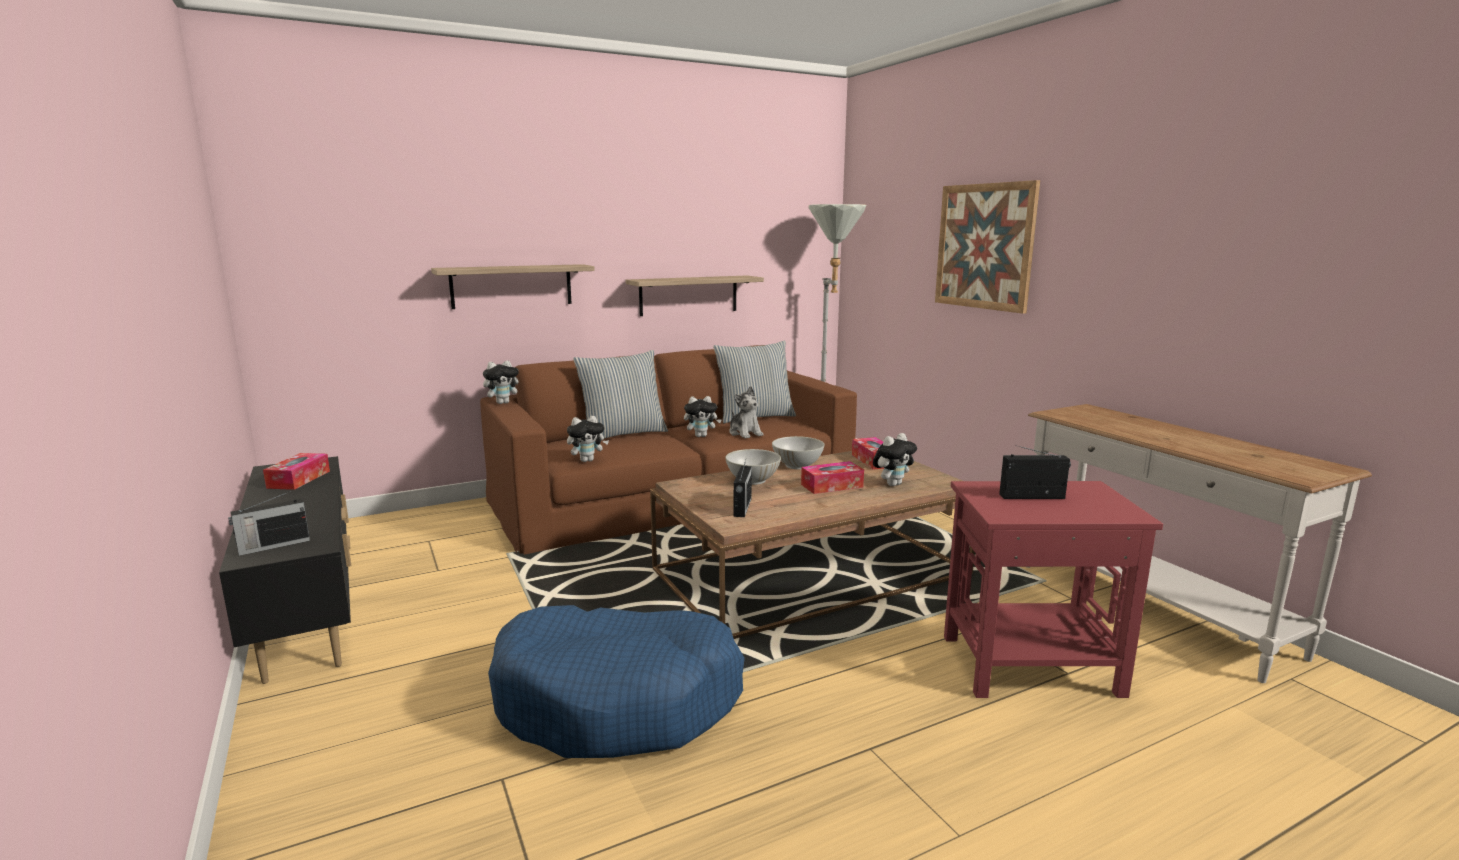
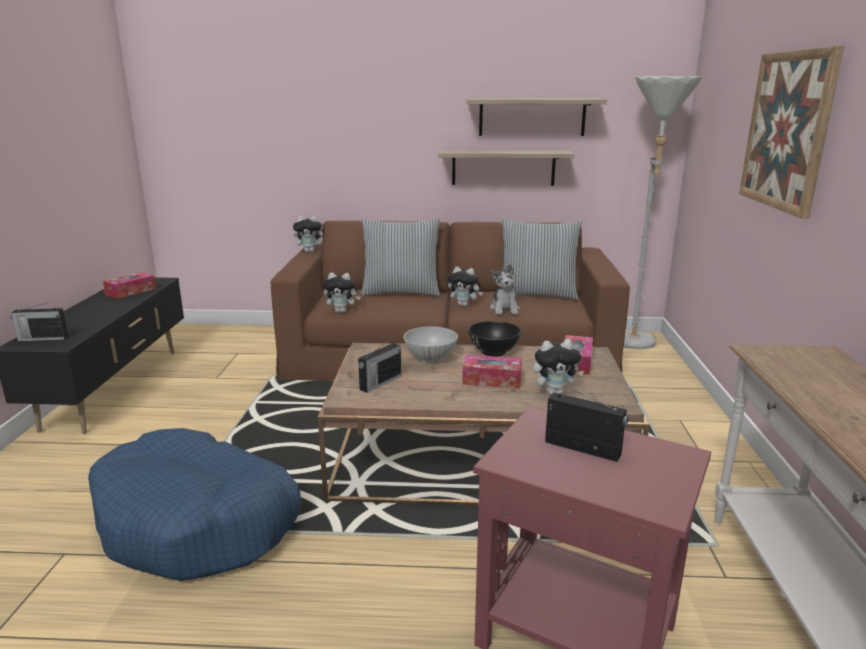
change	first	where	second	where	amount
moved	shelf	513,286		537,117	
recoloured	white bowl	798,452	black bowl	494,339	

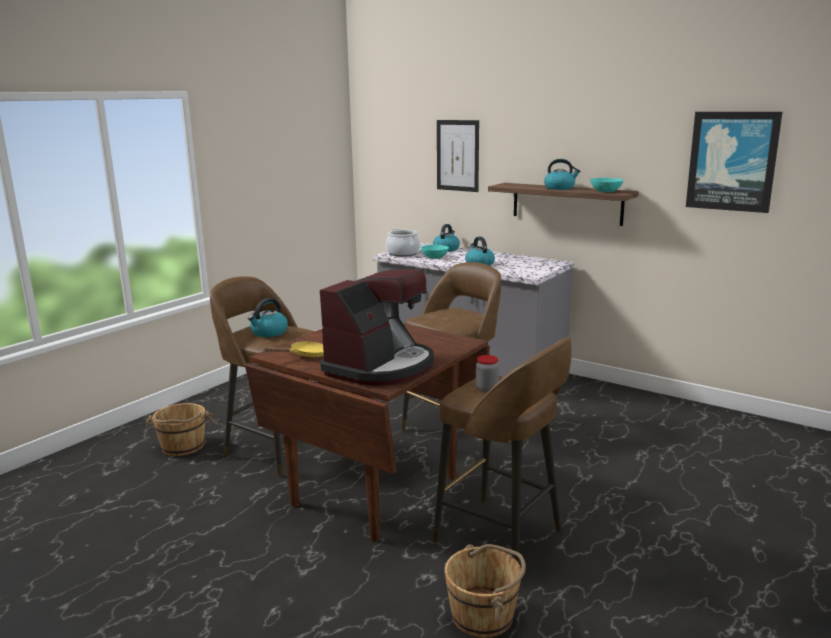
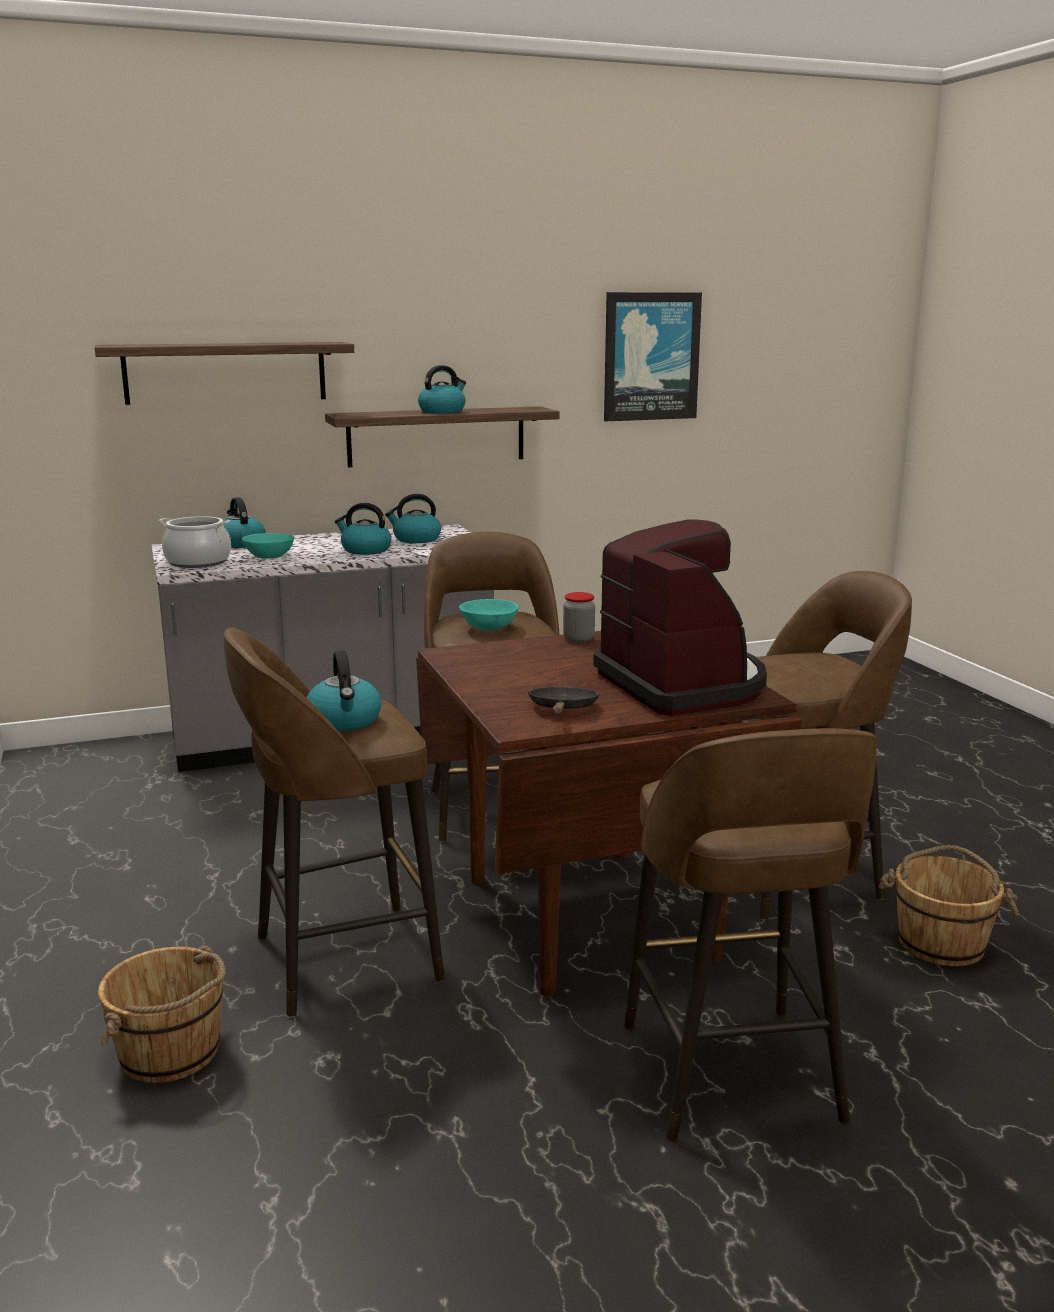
change	first	where	second	where	amount
replaced	picture	458,156	shelf	224,373	
added			kettle	413,518	
moved	turquoise bowl	606,185		488,615	
recoloured	yellow frying pan	294,349	black frying pan	564,700	
moved	jar	487,373		579,617	
added			brown stool	750,935	

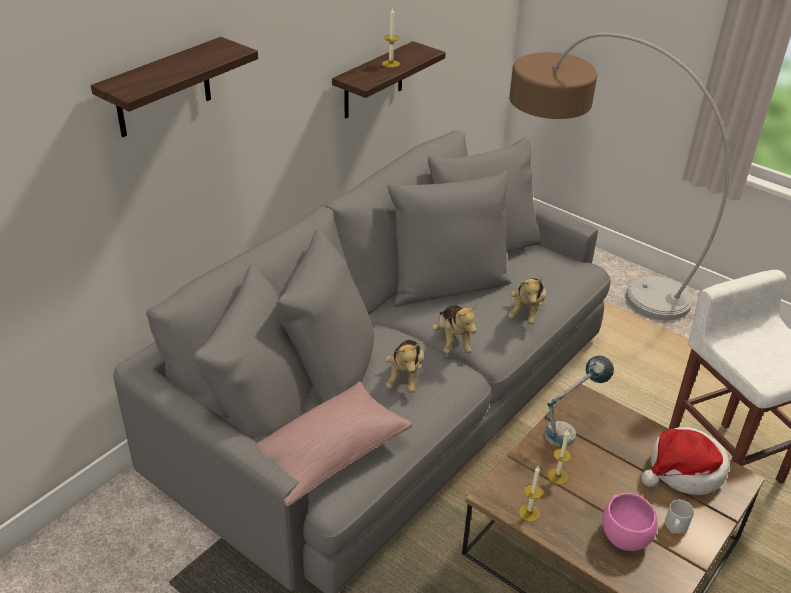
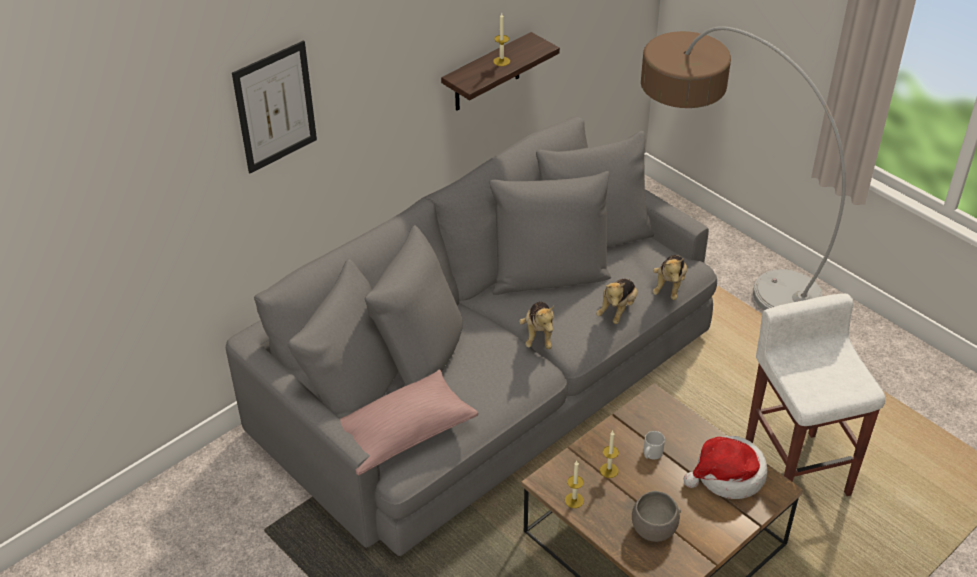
change	first	where	second	where	amount
replaced	shelf	174,87	picture	274,107	
recoloured	pink bowl	630,522	grey bowl	656,516	
moved	grey mug	679,517		654,445	
moved	plush toy	404,366		669,277	
removed	table lamp	579,401			

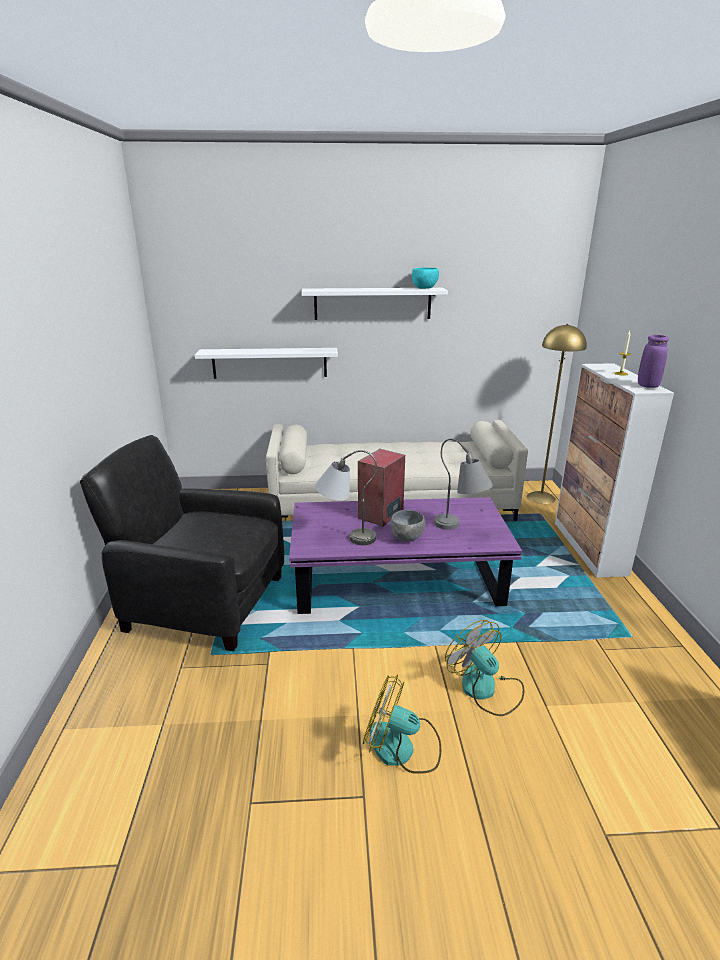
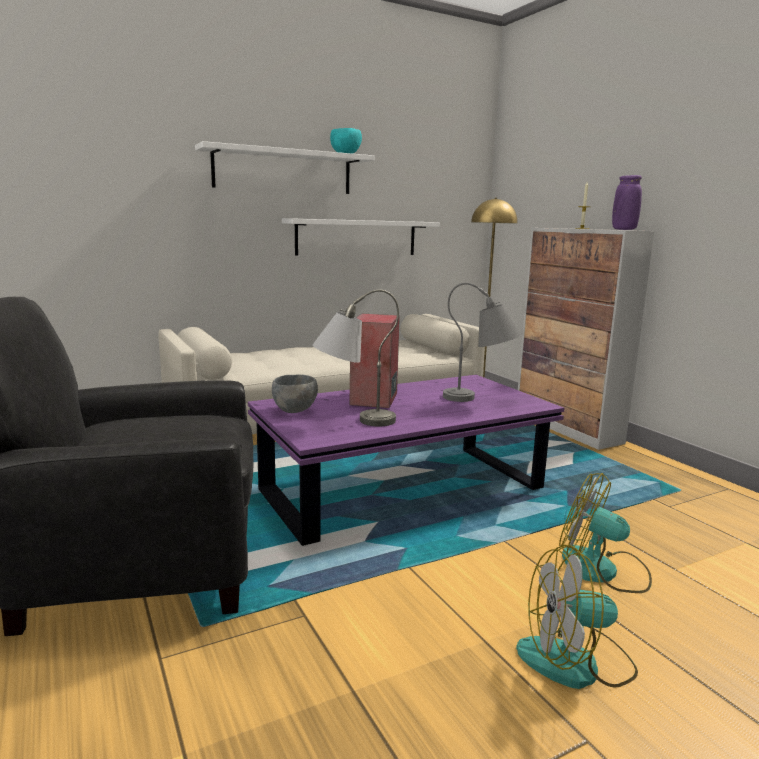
change	first	where	second	where	amount
moved	grey bowl	407,526		295,394	
moved	white shelf	266,363		361,237	

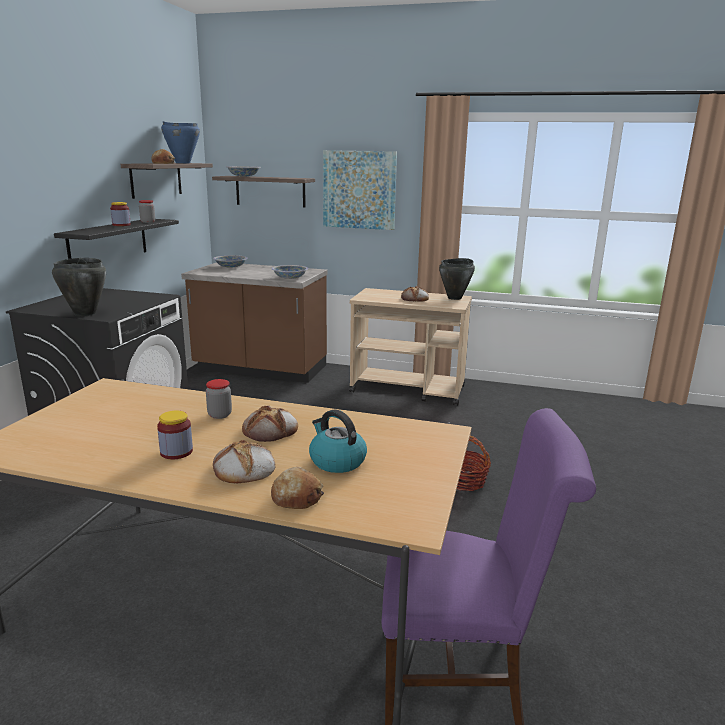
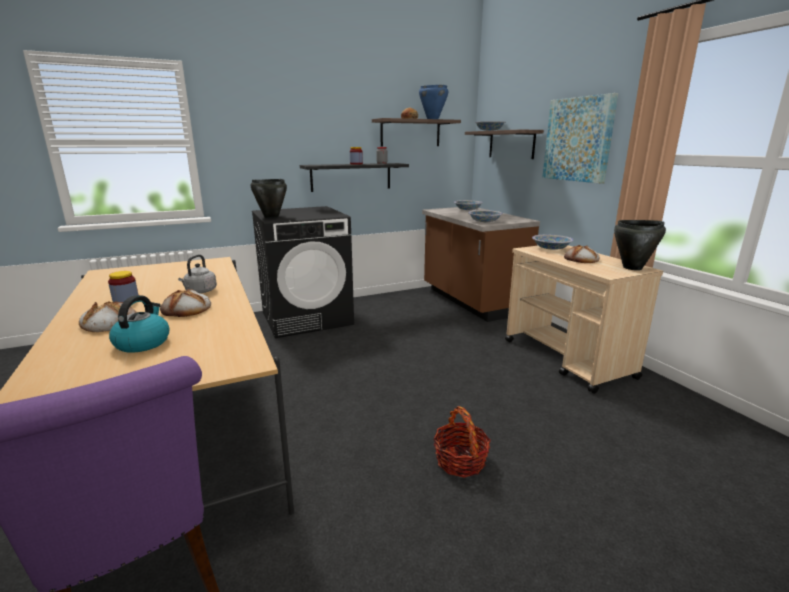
change	first	where	second	where	amount
replaced	jar	219,399	grey kettle	197,273	
added			bowl	552,242	
removed	bread	297,488			

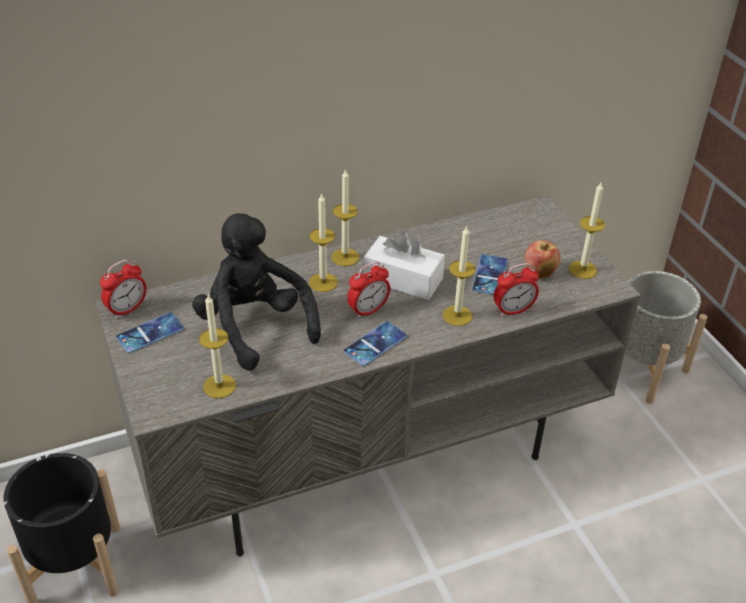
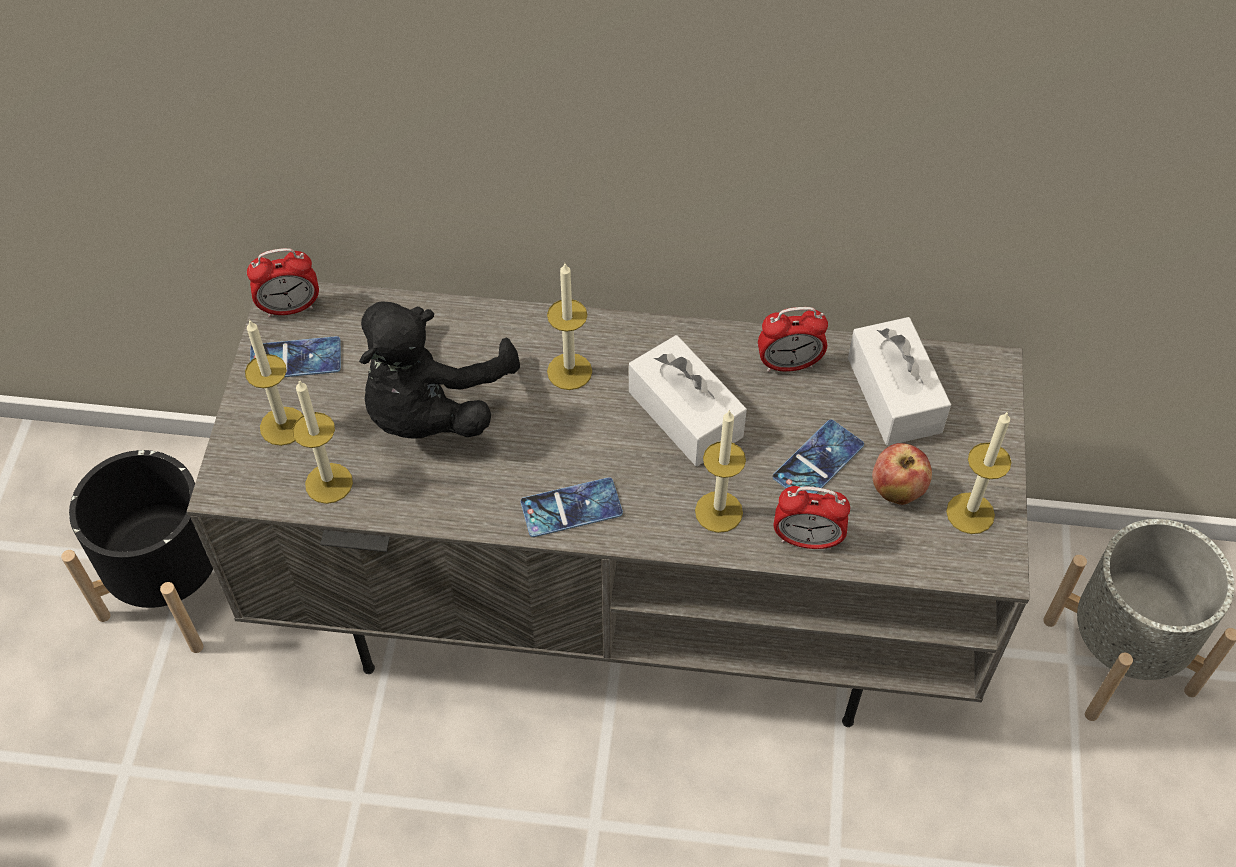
change	first	where	second	where	amount
moved	candle	345,217		274,382	
turned	black plush toy	256,292		439,369	150 degrees counterclockwise
moved	alarm clock	368,290		793,339	
added			white tissue box	899,381	

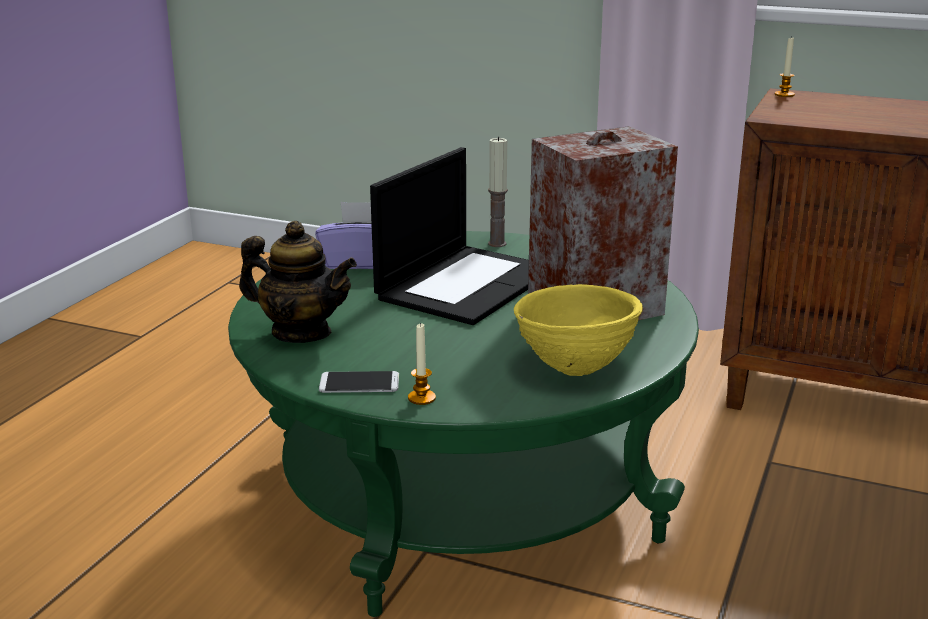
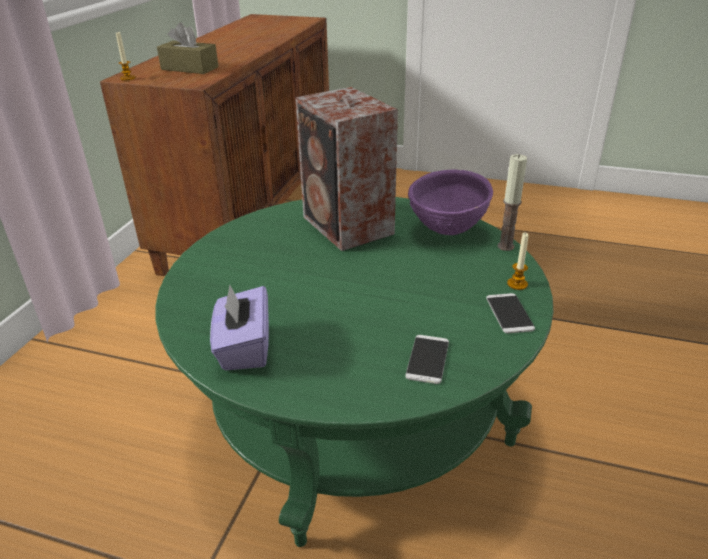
change	first	where	second	where	amount
added			brown tissue box	188,48	
replaced	teapot	298,282	phone	427,359	
recoloured	yellow bowl	578,330	purple bowl	450,202	
moved	candle	498,192		512,202	
removed	laptop	449,236			

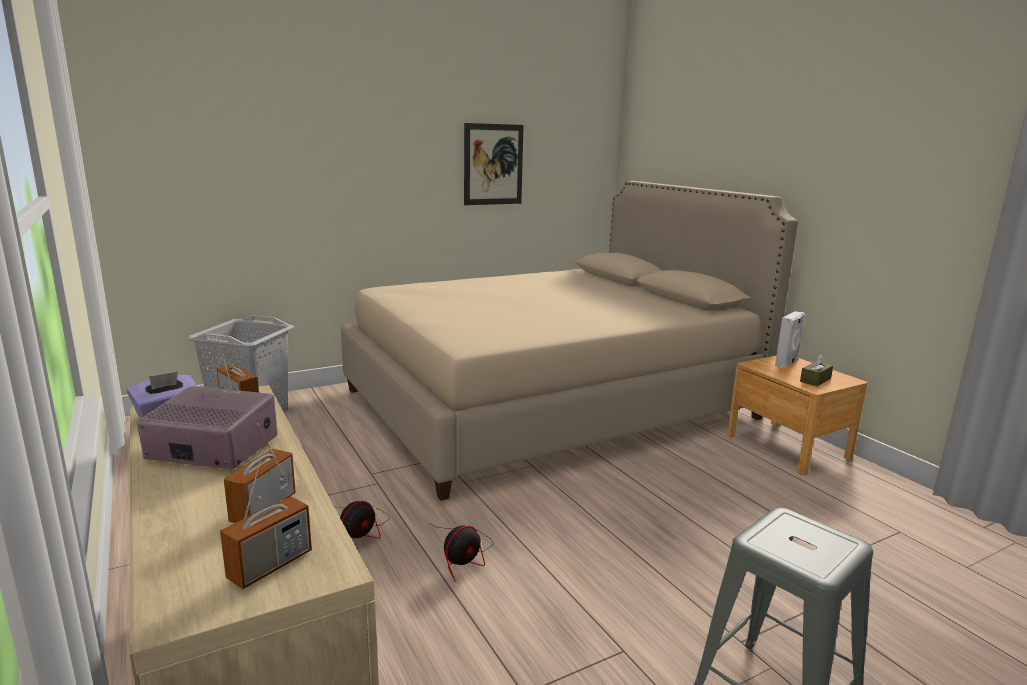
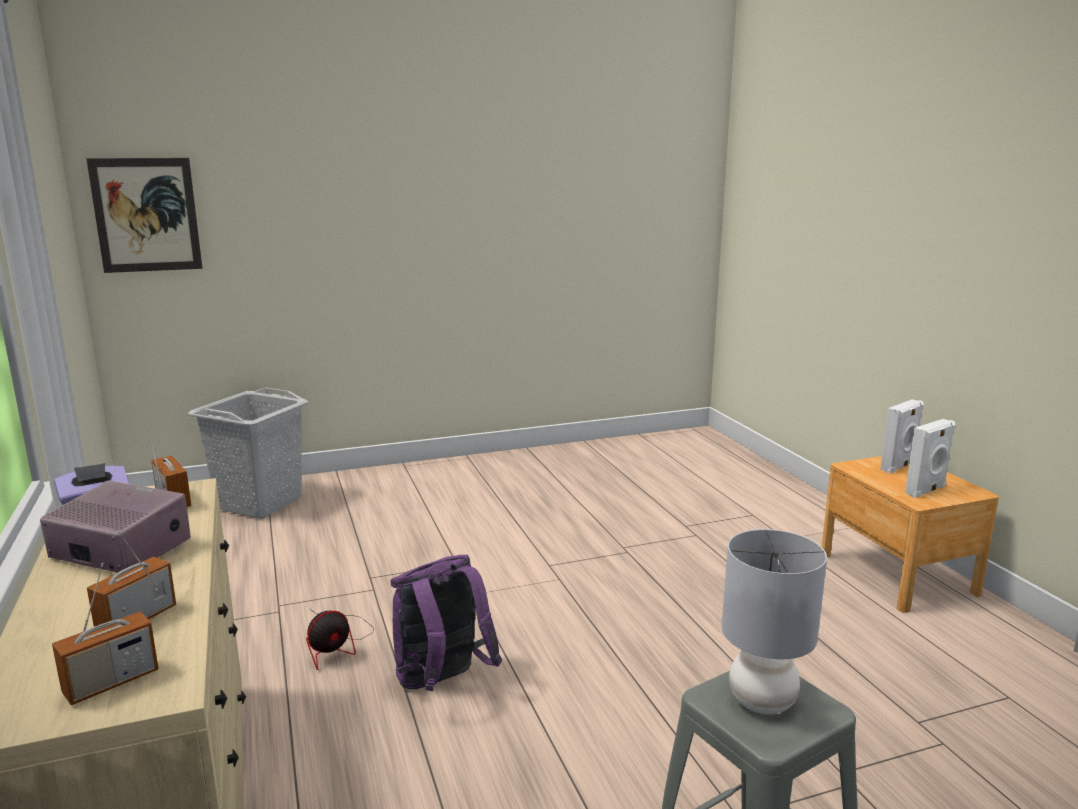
change	first	where	second	where	amount
moved	picture	494,164		144,215	
replaced	fan	461,551	purple backpack	446,623	
added			grey table lamp	774,621	
replaced	brown tissue box	816,370	white speaker	930,458	
removed	beige bed	569,341			

